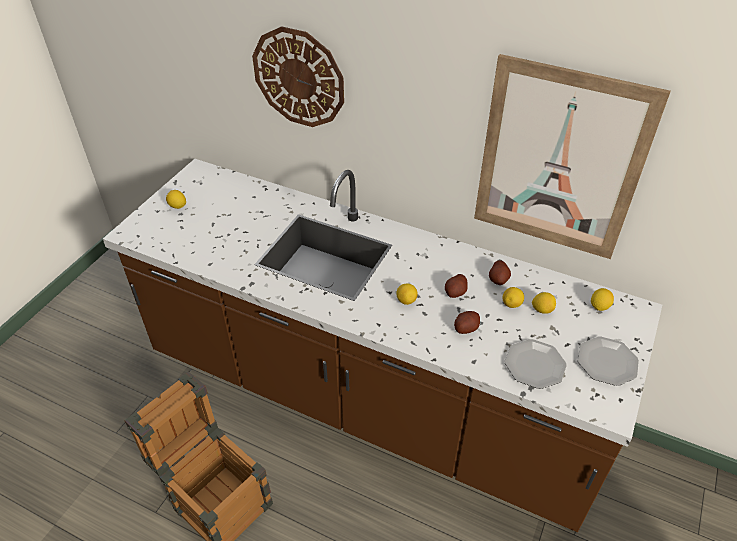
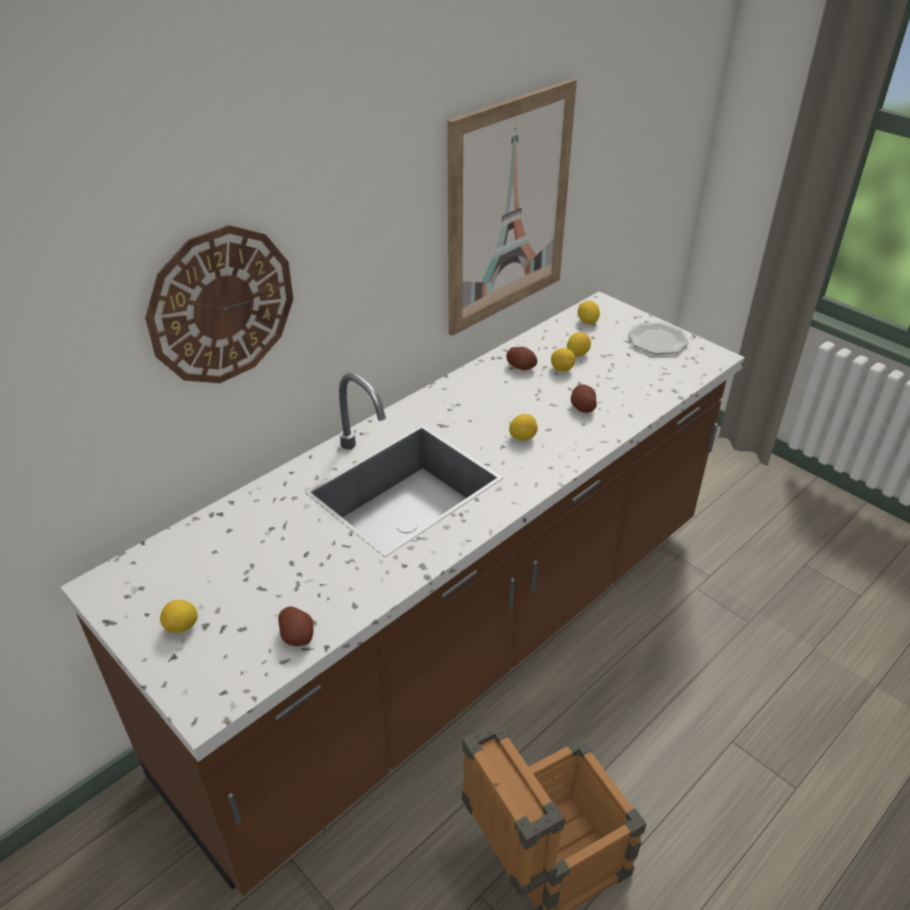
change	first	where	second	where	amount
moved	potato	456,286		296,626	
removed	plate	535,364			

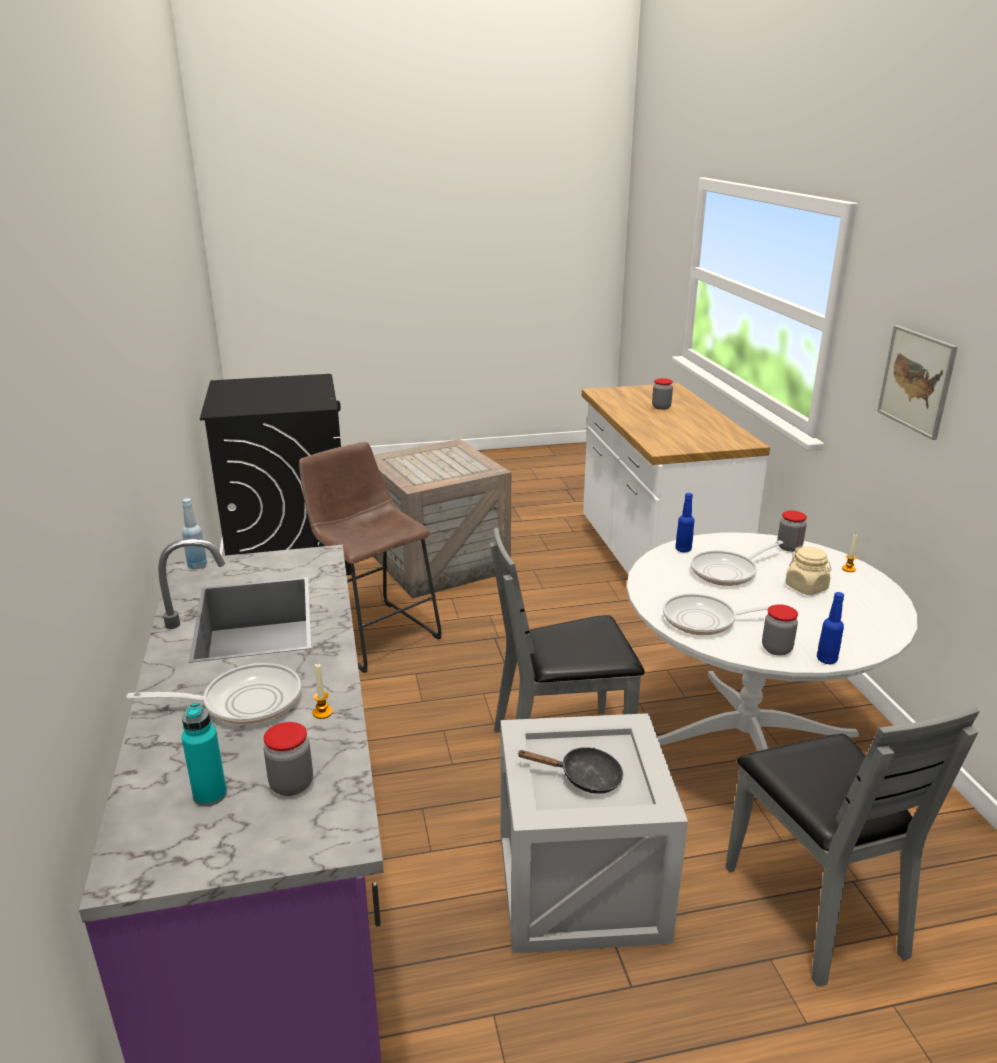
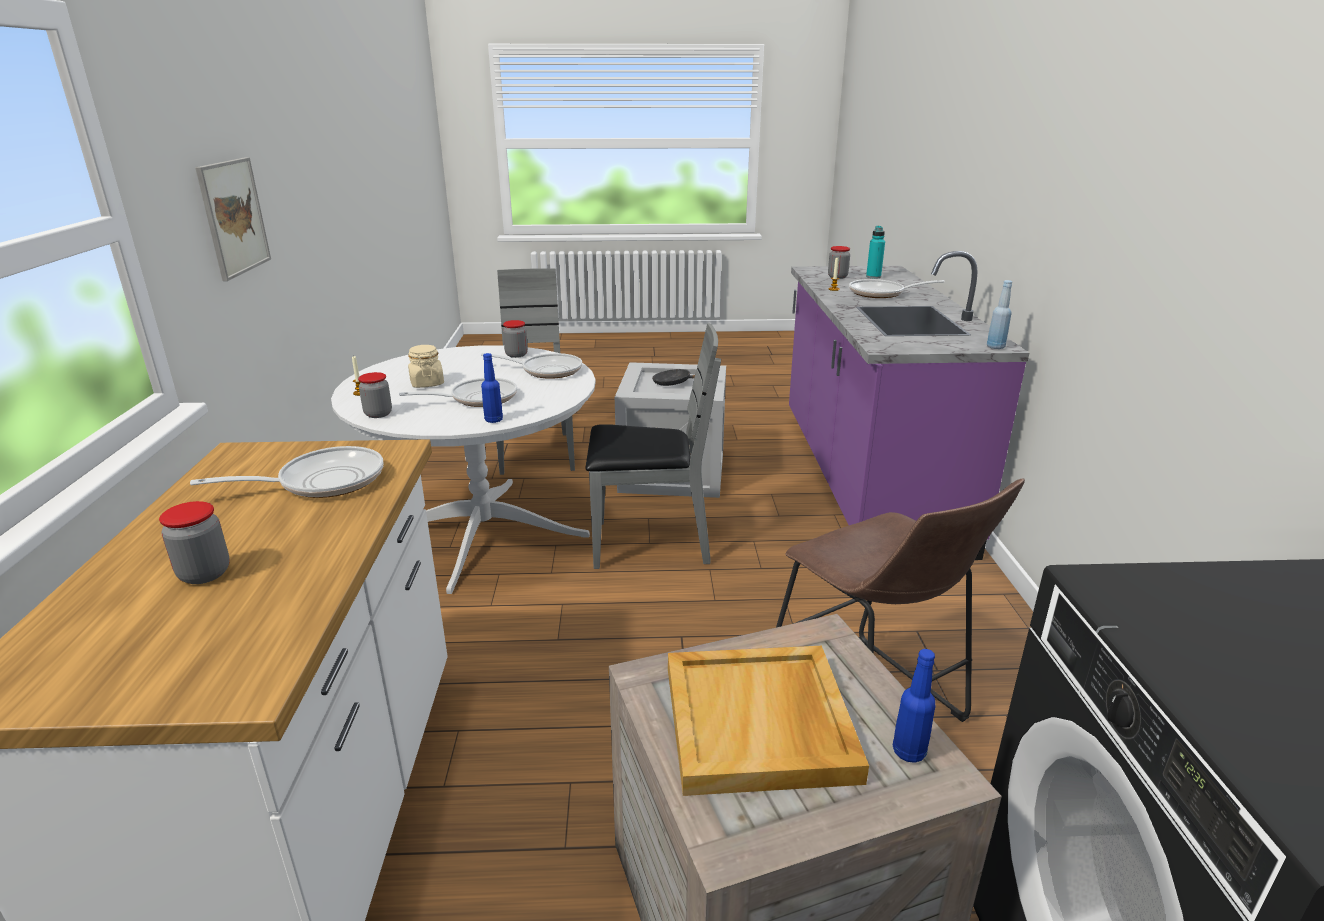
change	first	where	second	where	amount
added			frying pan	286,472	
added			beige tray	768,721	
moved	blue bottle	830,628		914,706	

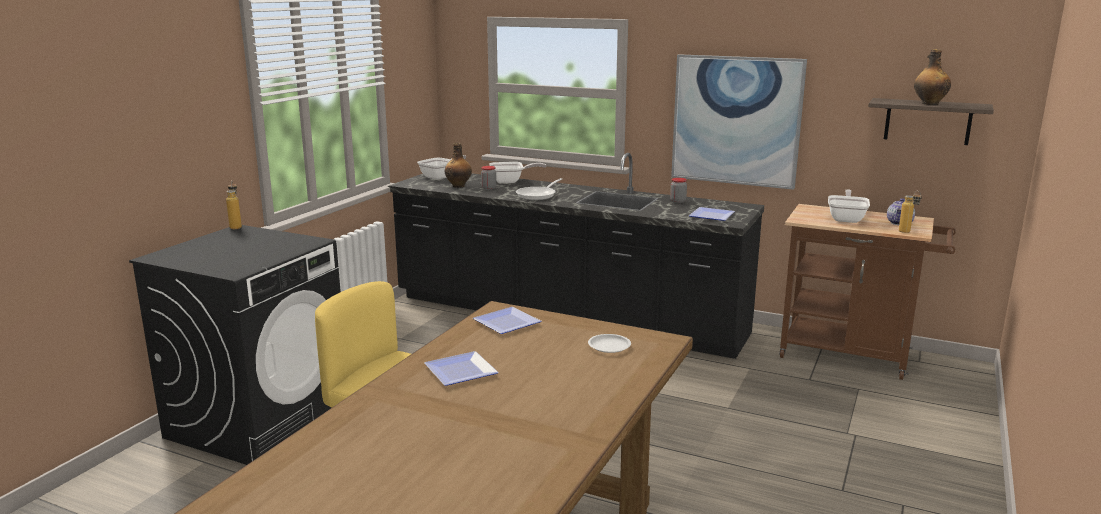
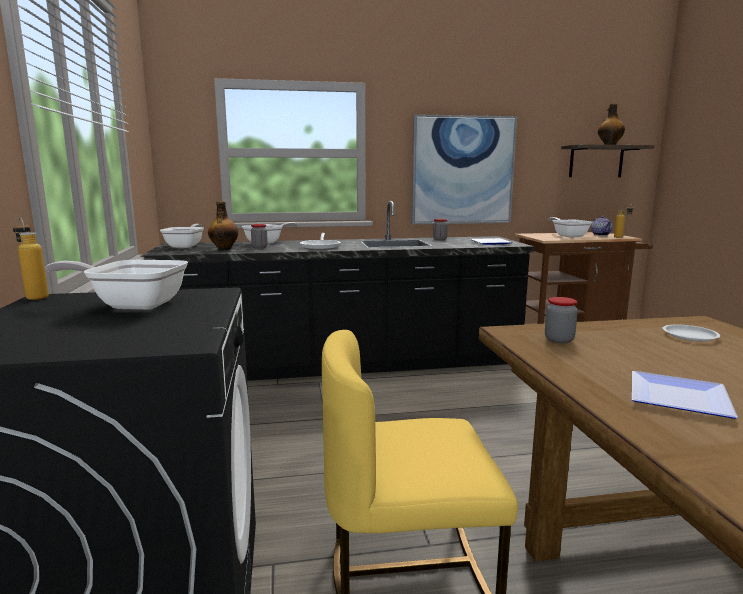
change	first	where	second	where	amount
added			frying pan	116,285	
replaced	plate	507,320	jar	561,320	

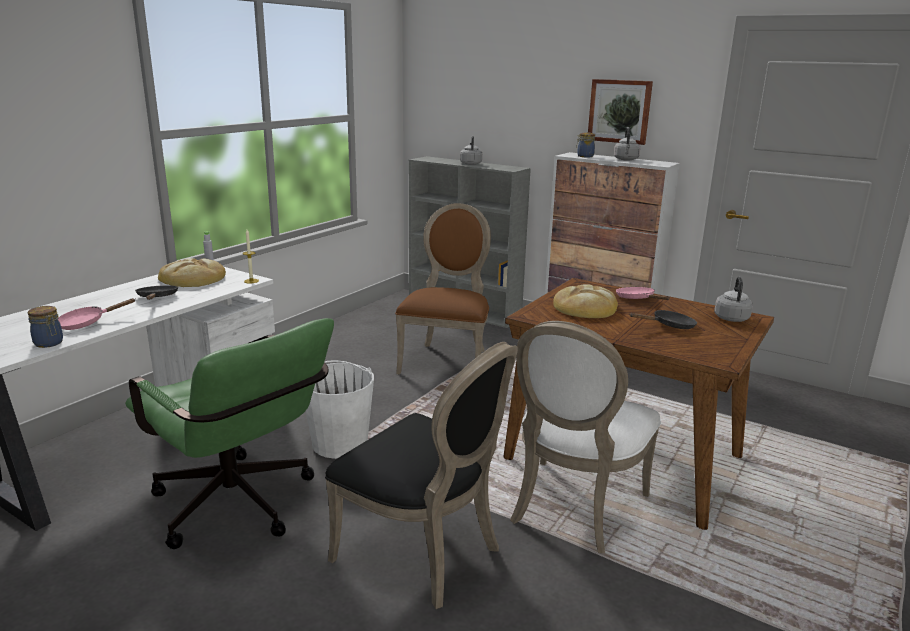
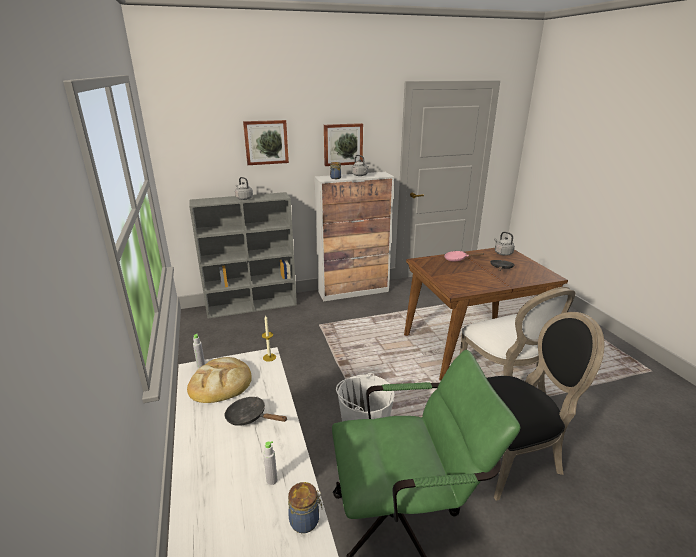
change	first	where	second	where	amount
added			picture	266,142	
replaced	pink frying pan	96,314	grey bottle	270,463	
removed	brown chair	443,289			
removed	bread	585,301			

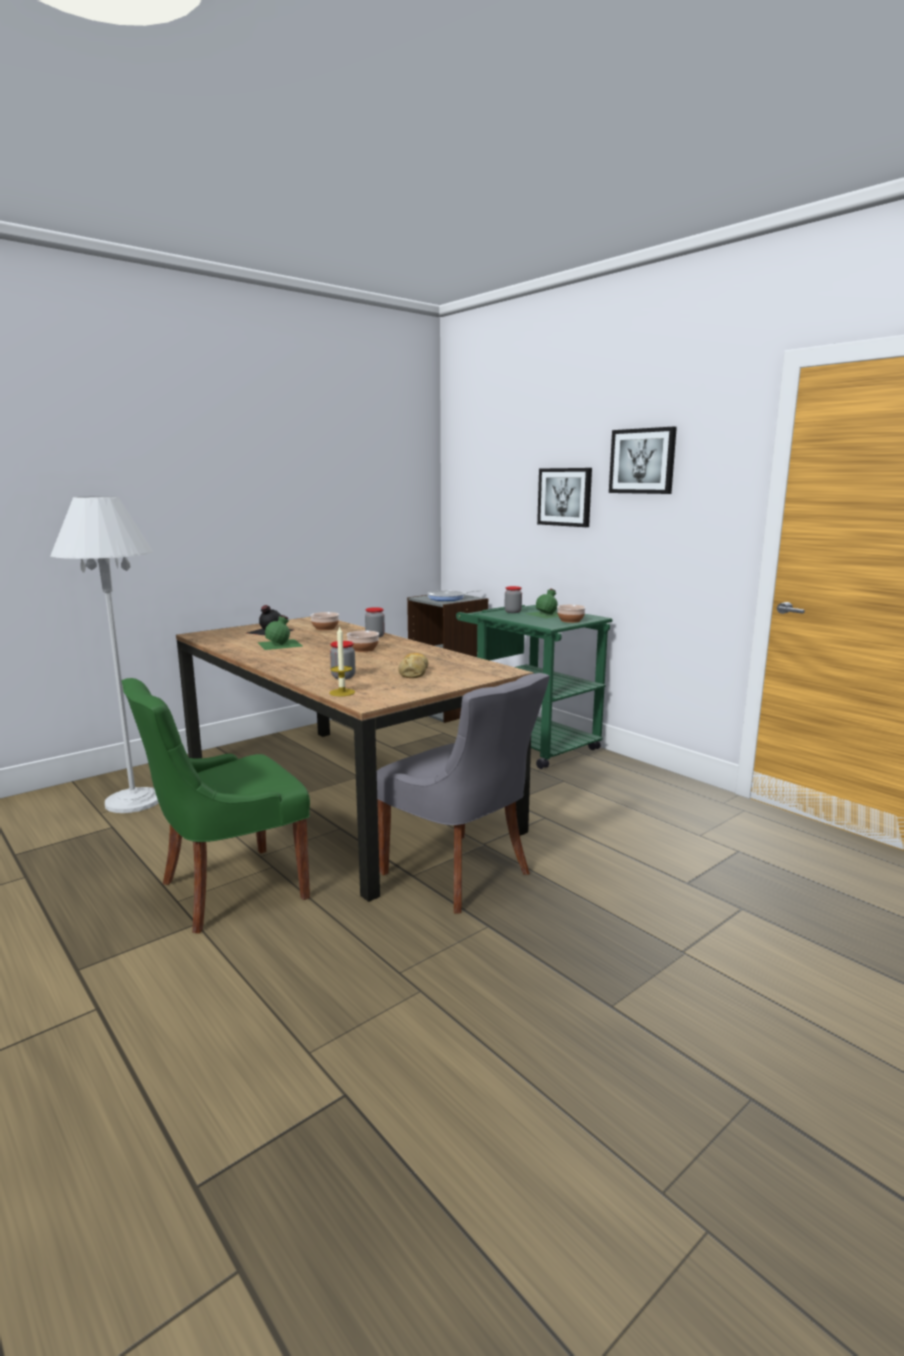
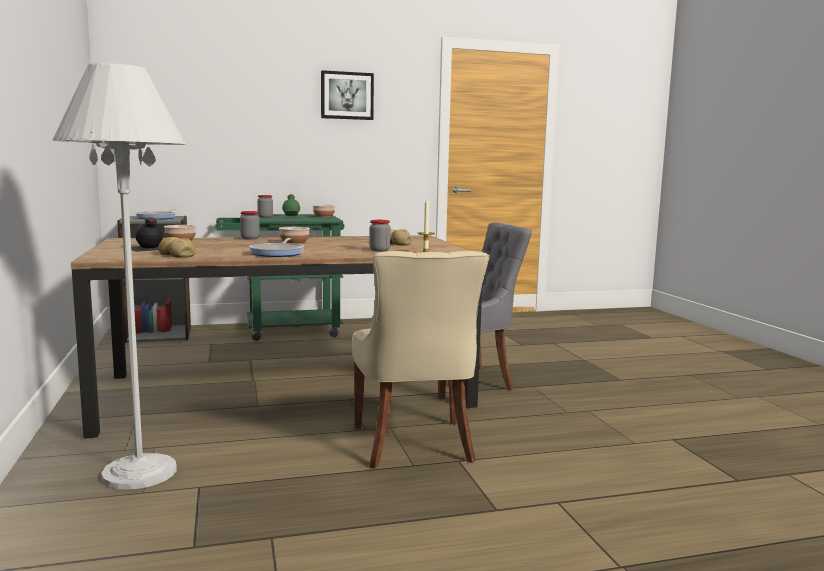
change	first	where	second	where	amount
added			bread	177,247	
added			frying pan	276,247	
recoloured	green chair	215,805	beige chair	420,360	
removed	green bottle	280,632			
removed	picture	564,497			

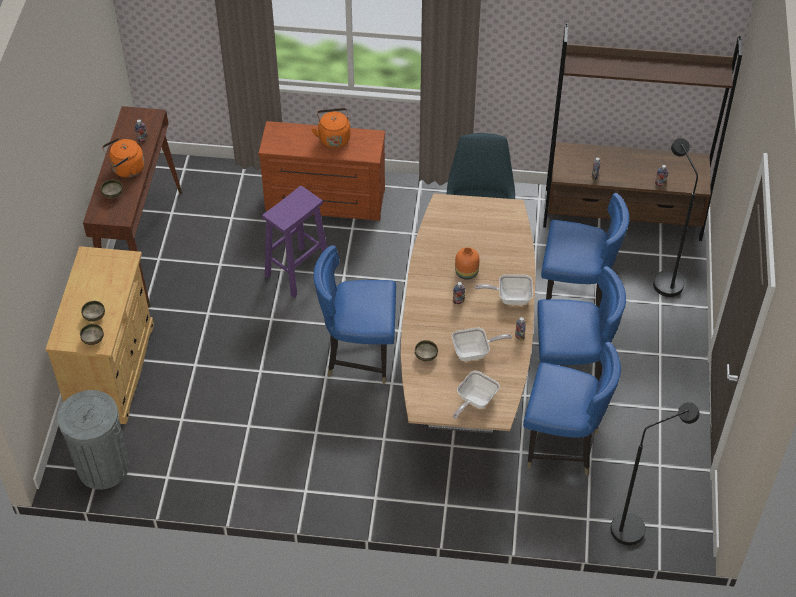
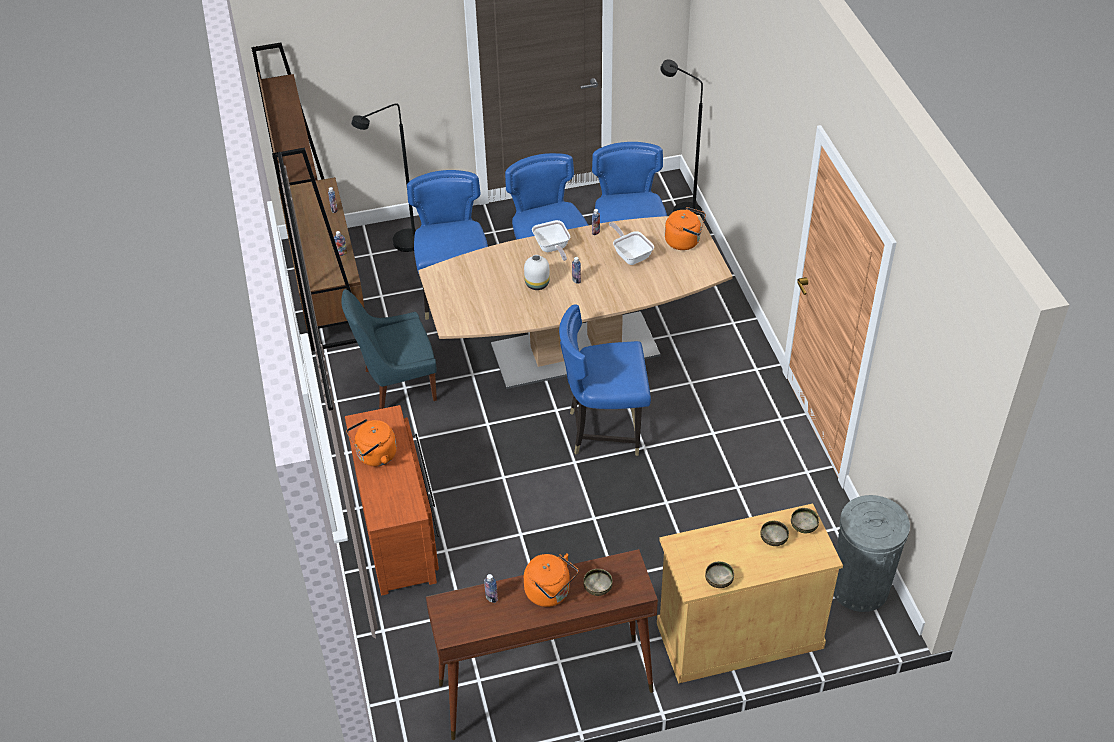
change	first	where	second	where	amount
recoloured	orange vase	467,263	white vase	537,272	
turned	blue chair	354,314		605,380	105 degrees clockwise
replaced	frying pan	476,395	orange kettle	685,228	
moved	bowl	426,351		719,574	
removed	purple stool	294,242			

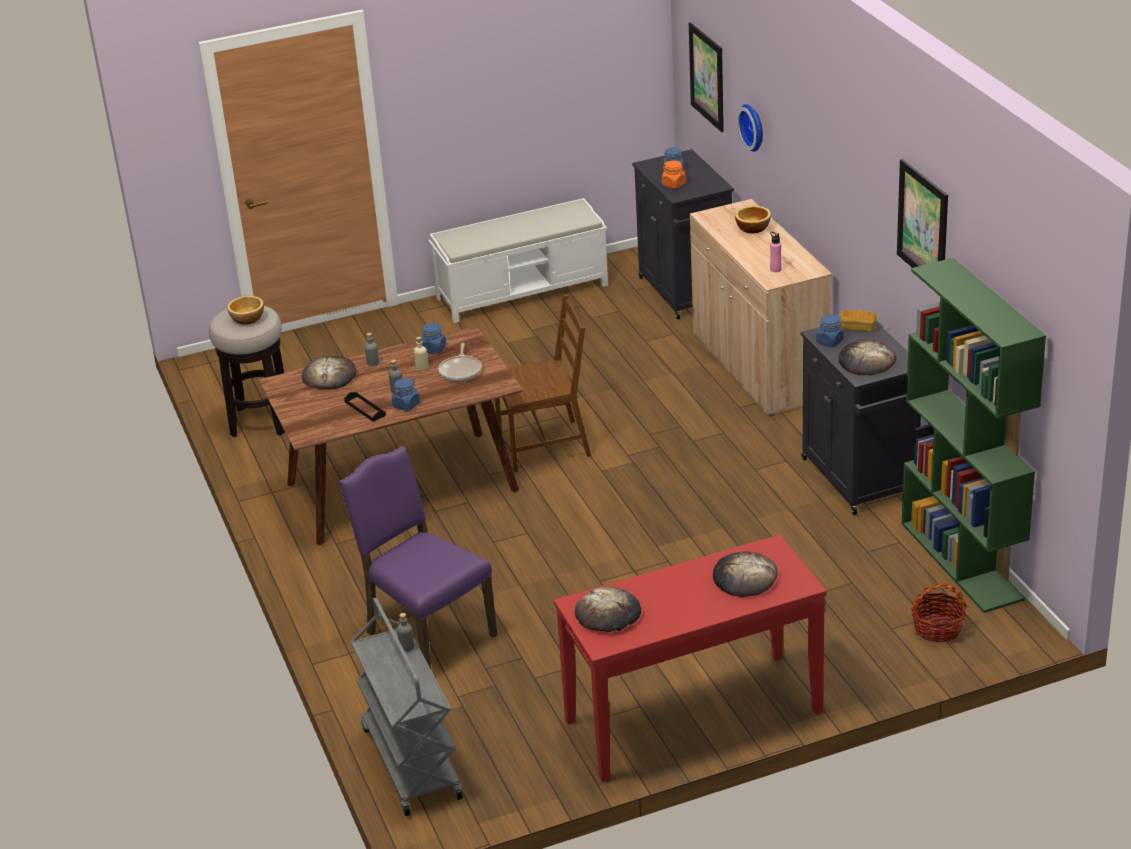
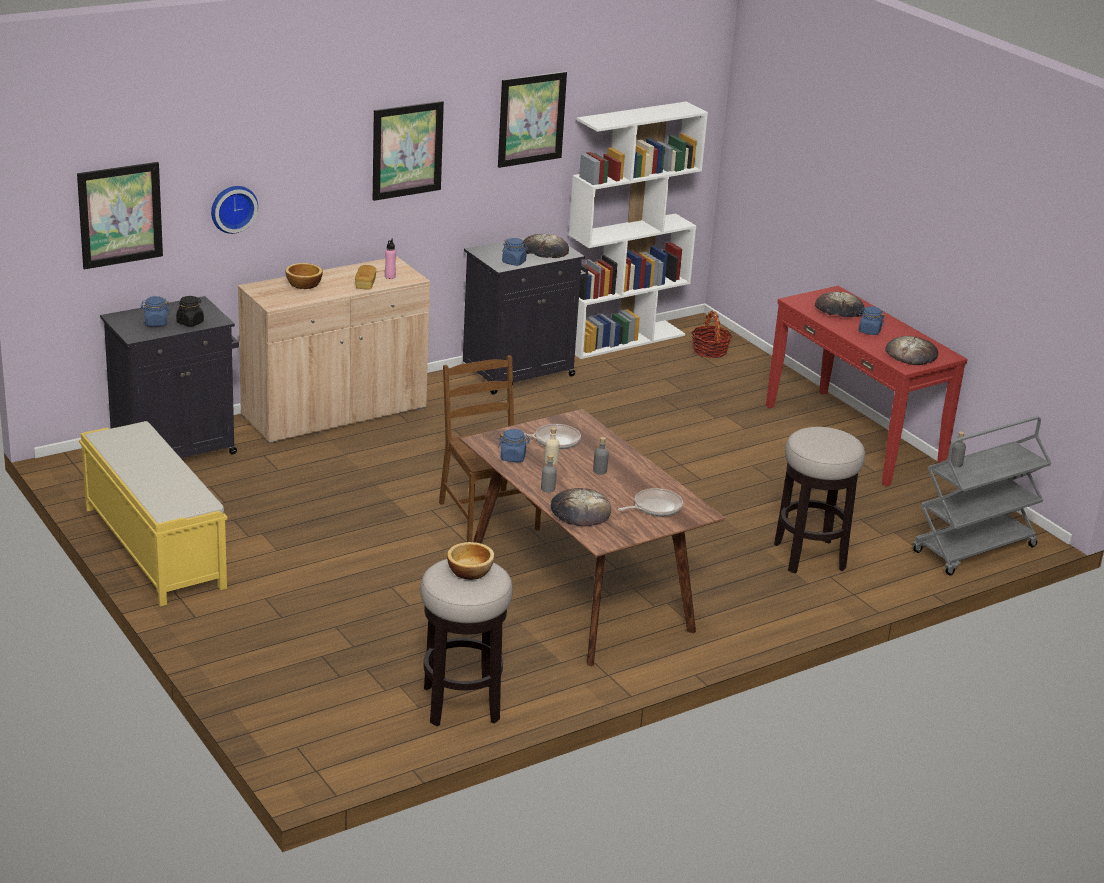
change	first	where	second	where	amount
recoloured	white bench	518,260	yellow bench	153,513	
recoloured	orange jar	674,175	black jar	190,311	
moved	bread	858,321		366,277	
added			picture	408,151	
recoloured	green bookcase	973,435	white bookcase	638,230	
added			frying pan	650,502	
replaced	purple chair	417,557	stool	819,500	
moved	blue jar	406,394		871,320	
removed	black tray	365,407			

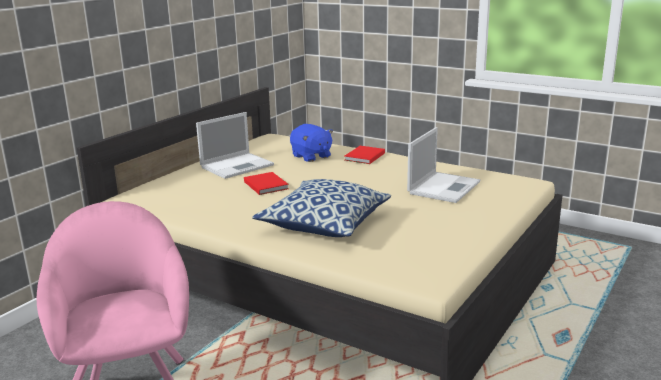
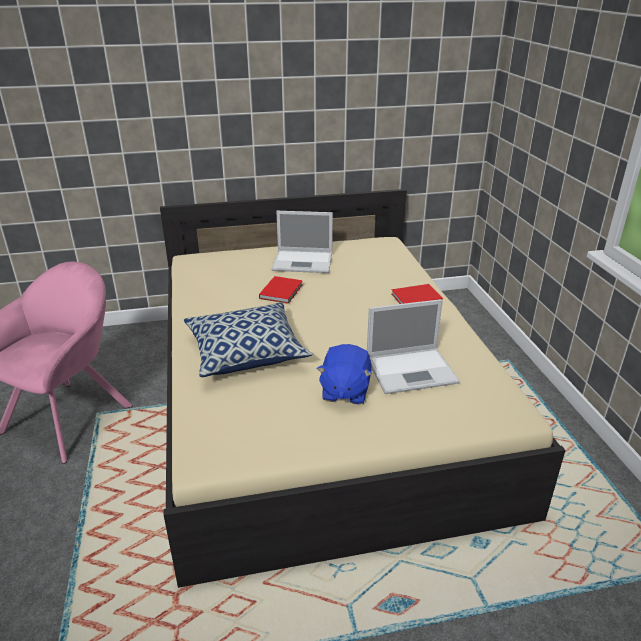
change	first	where	second	where	amount
moved	blue plush toy	311,143		344,374	

